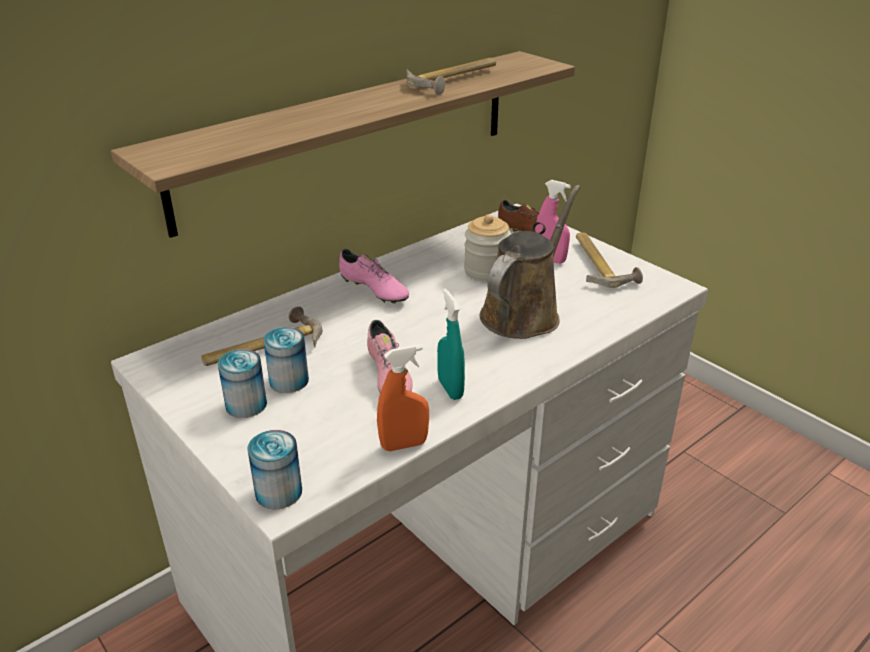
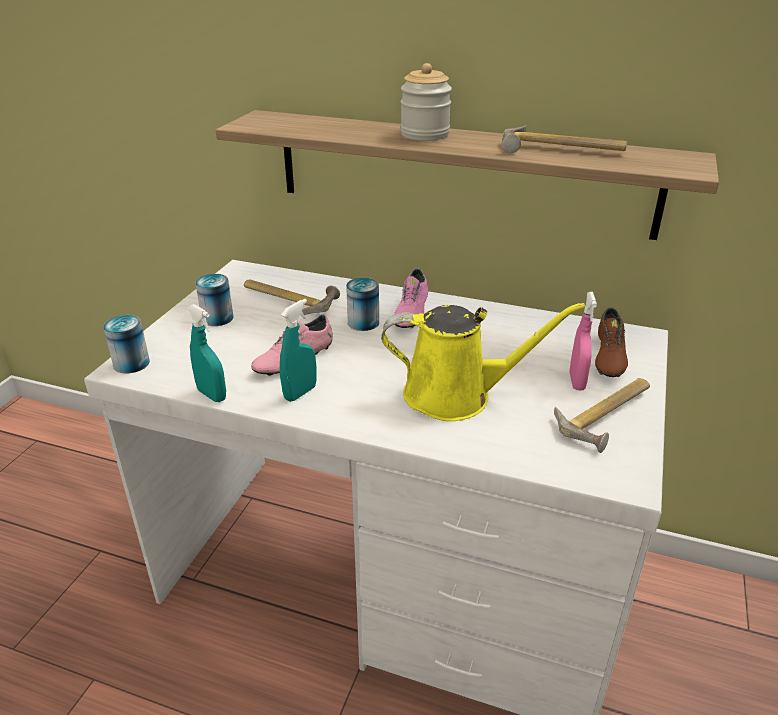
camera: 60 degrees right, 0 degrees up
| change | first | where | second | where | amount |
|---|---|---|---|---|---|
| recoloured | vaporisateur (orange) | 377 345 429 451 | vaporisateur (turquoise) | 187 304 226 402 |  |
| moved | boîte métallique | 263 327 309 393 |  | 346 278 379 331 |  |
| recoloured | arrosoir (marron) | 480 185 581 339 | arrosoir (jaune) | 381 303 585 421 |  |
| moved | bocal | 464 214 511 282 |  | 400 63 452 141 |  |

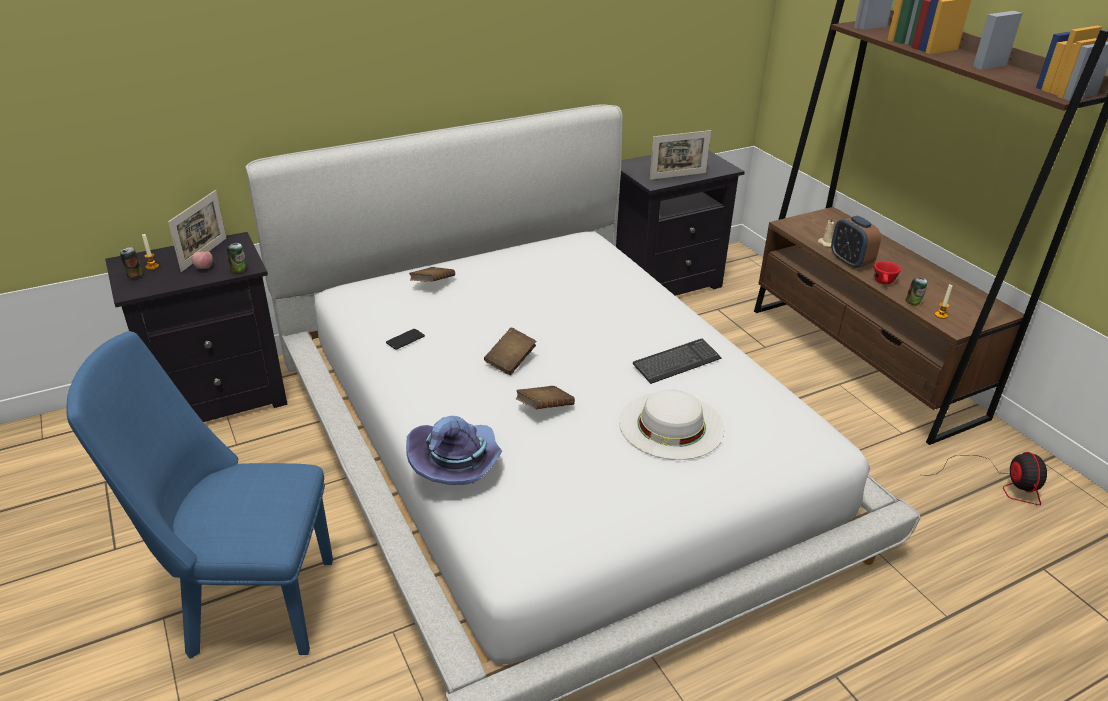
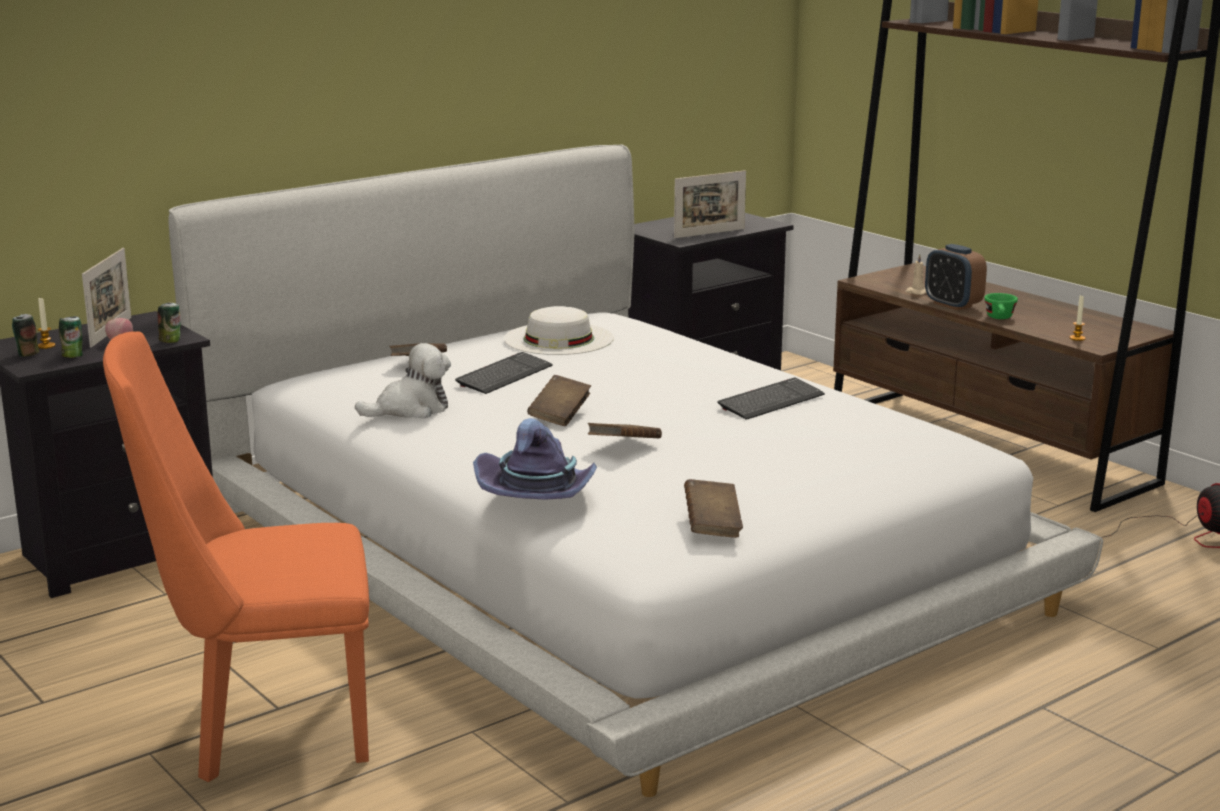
camera: 10 degrees left, 15 degrees down
| change | first | where | second | where | amount |
|---|---|---|---|---|---|
| moved | boîte métallique | 906 277 928 306 |  | 59 316 83 358 |  |
| recoloured | chaise (bleu) | 66 331 333 659 | chaise (orange) | 103 331 369 782 |  |
| replaced | téléphone | 386 329 425 349 | peluche | 355 343 451 419 |  |
| added |  |  | clavier | 455 352 553 394 |  |
| moved | chapeau (blanc) | 619 390 725 460 |  | 504 306 614 355 |  |
| added |  |  | livre (marron) | 684 479 743 538 |  |
| recoloured | tasse (rouge) | 874 261 901 284 | tasse (vert) | 984 293 1018 319 |  |

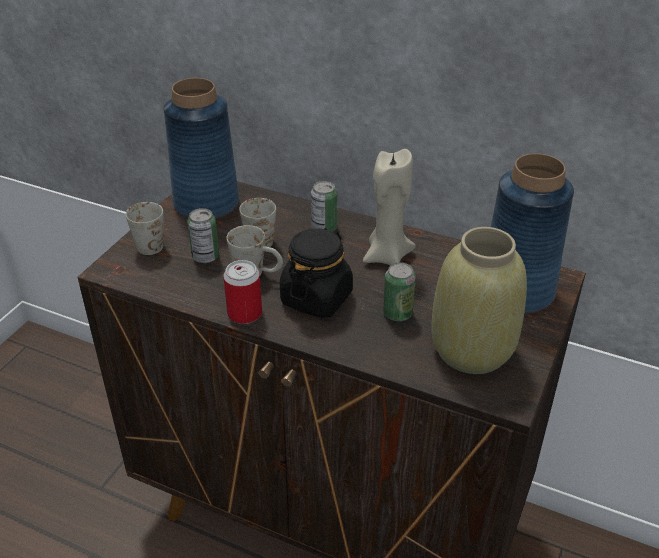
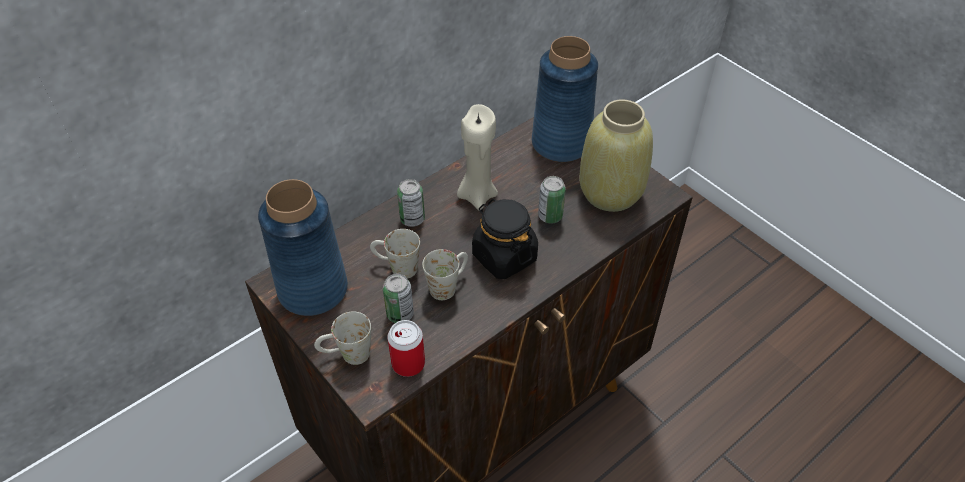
camera: 65 degrees left, 10 degrees up
| change | first | where | second | where | amount |
|---|---|---|---|---|---|
| moved | boîte métallique | 224 260 262 324 |  | 388 320 425 377 |  |

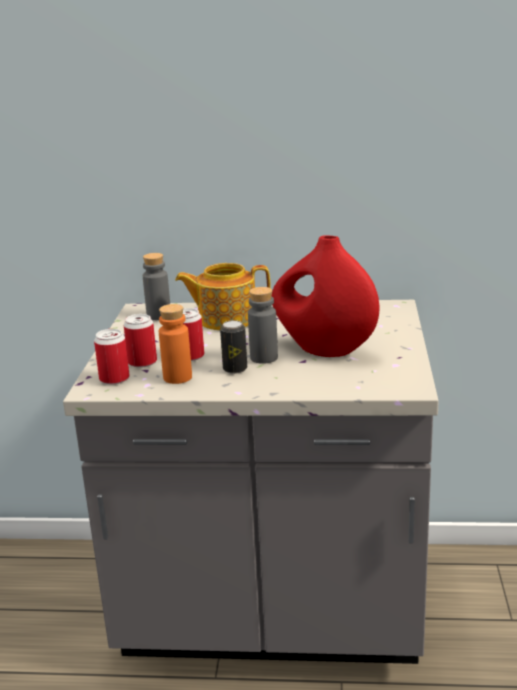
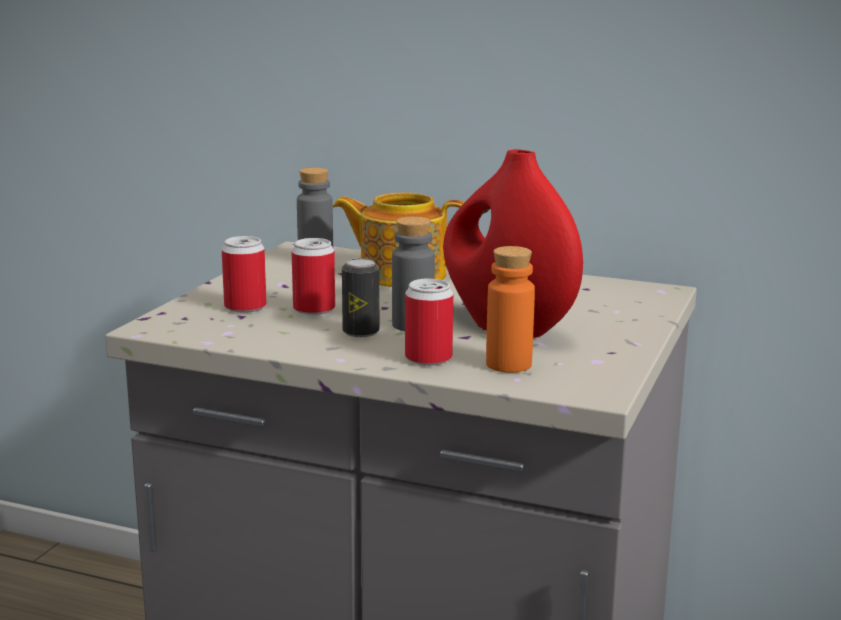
camera: 15 degrees right, 5 degrees down
| change | first | where | second | where | amount |
|---|---|---|---|---|---|
| moved | boîte métallique | 94 329 130 385 |  | 405 278 453 365 |  |
| moved | bouteille (orange) | 159 304 192 384 |  | 486 246 535 373 |  |

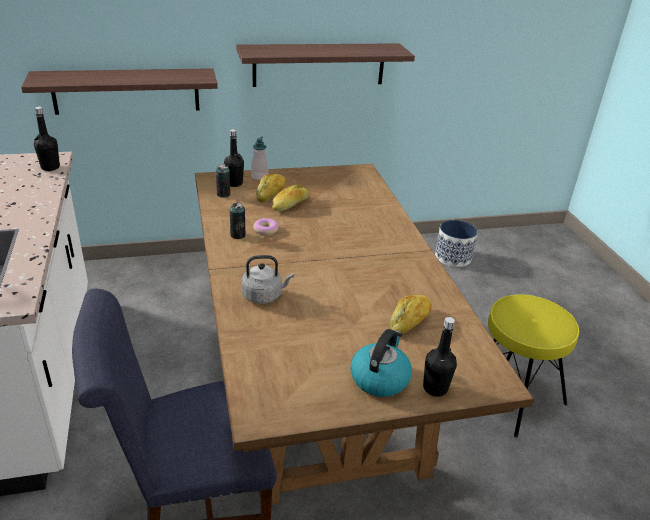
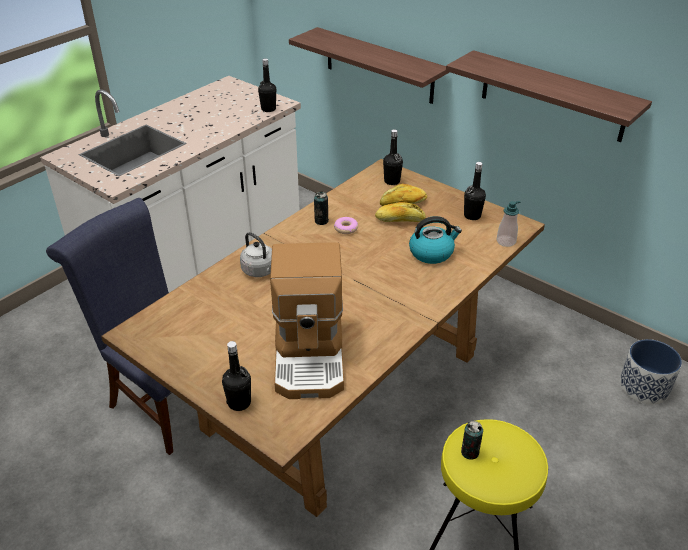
camera: 55 degrees right, 5 degrees up
| change | first | where | second | where | amount |
|---|---|---|---|---|---|
| replaced | pain | 390 295 432 335 | machine à café | 270 242 344 399 |  |
| moved | bouilloire | 350 329 412 397 |  | 409 216 462 264 |  |
| moved | boîte métallique | 216 165 230 198 |  | 461 421 483 460 |  |
| added |  |  | bouteille (noir) | 464 162 486 220 |  |
| moved | distributeur de savon | 251 136 268 180 |  | 497 201 520 247 |  |

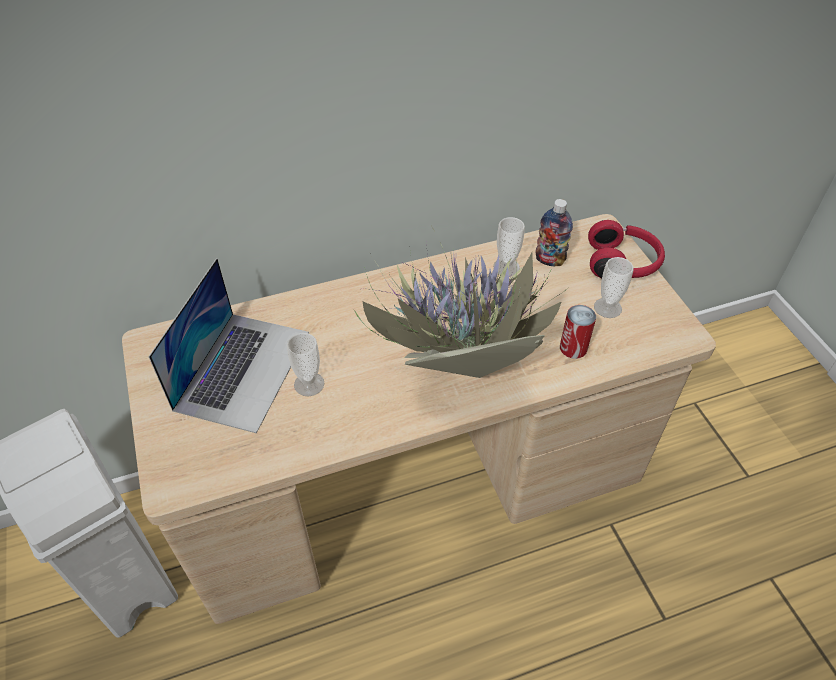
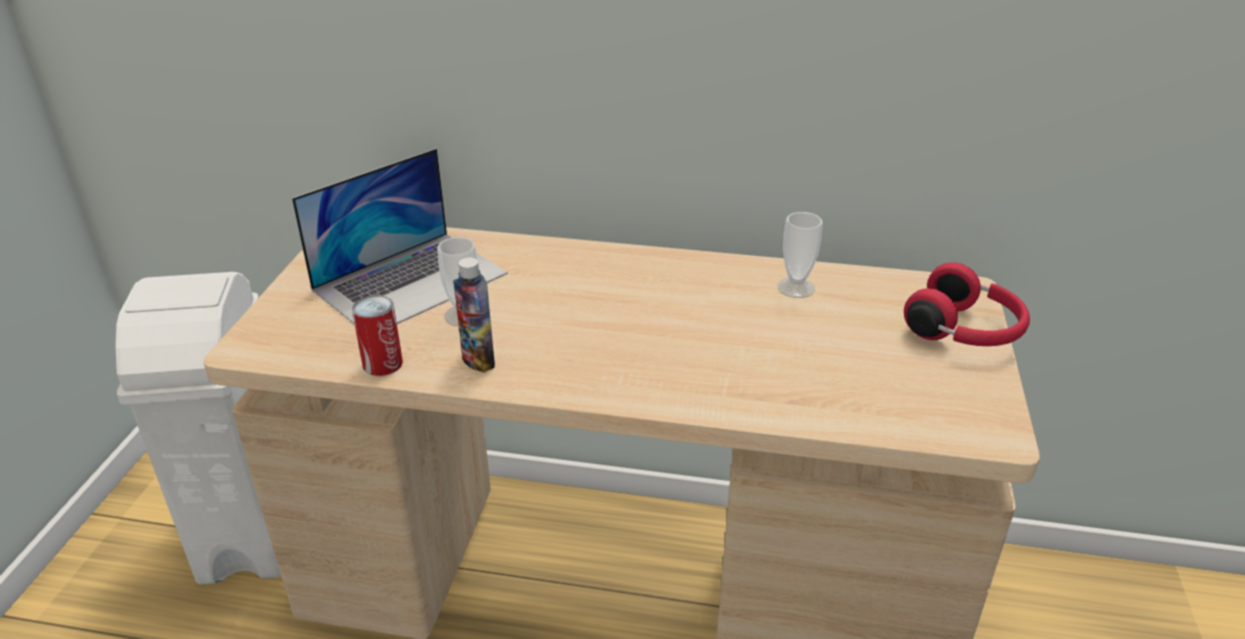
camera: 30 degrees right, 15 degrees down
| change | first | where | second | where | amount |
|---|---|---|---|---|---|
| moved | boîte métallique | 560 305 596 359 |  | 352 295 403 376 |  |
| moved | bouteille | 536 199 573 266 |  | 453 258 495 372 |  |
| removed | plante en pot | 354 224 568 378 |  |  |  |
| removed | tasse | 594 257 634 318 |  |  |  |

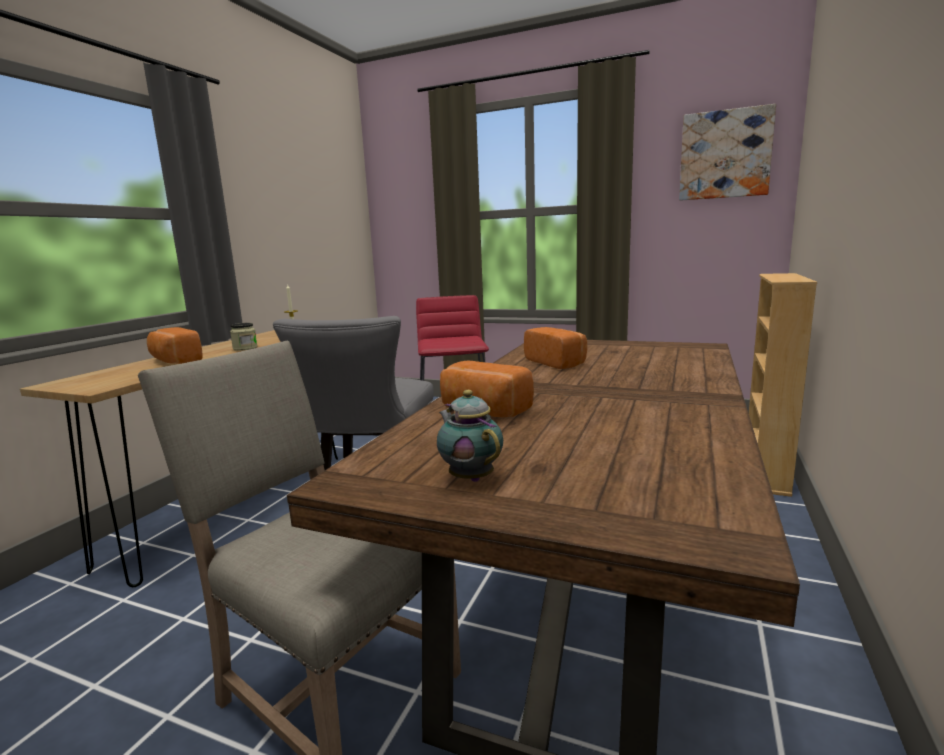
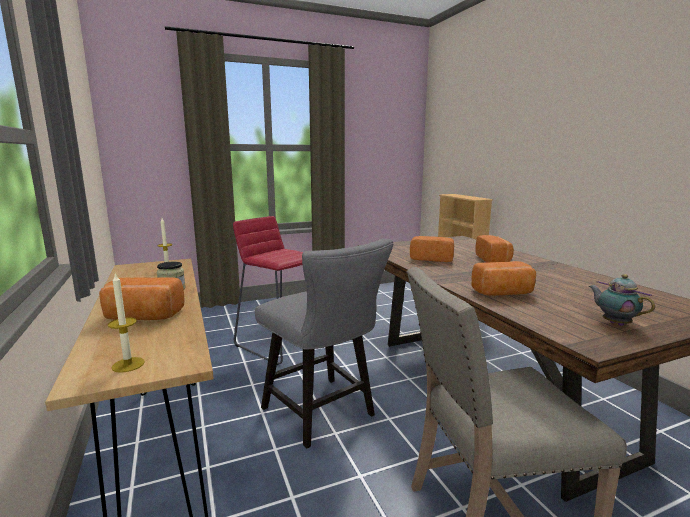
camera: 45 degrees left, 0 degrees up
| change | first | where | second | where | amount |
|---|---|---|---|---|---|
| added |  |  | bougie | 108 273 145 373 |  |
| added |  |  | pain | 476 235 514 263 |  |
| turned | théière | 437 390 503 482 |  | 589 274 655 326 | 45 degrees clockwise |
| removed | tableau | 679 104 776 201 |  |  |  |

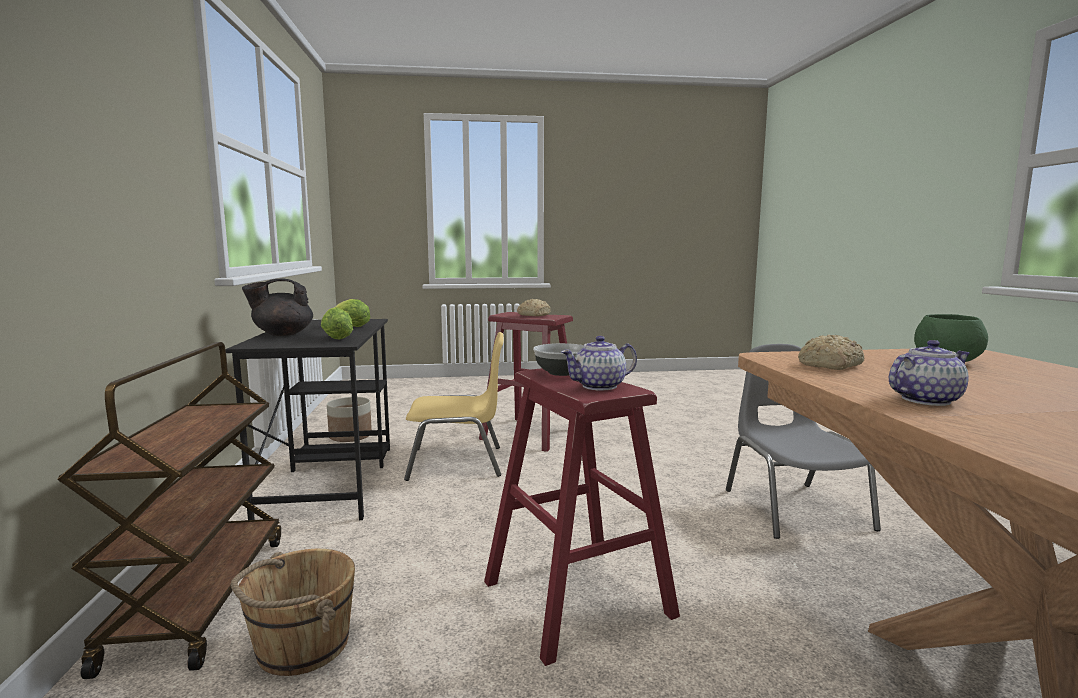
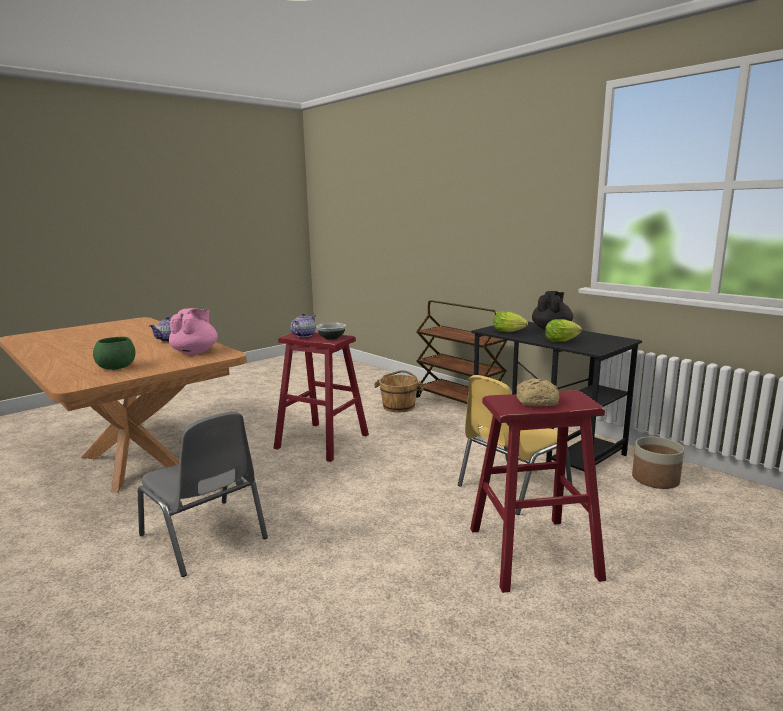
camera: 145 degrees right, 5 degrees up
| change | first | where | second | where | amount |
|---|---|---|---|---|---|
| replaced | pain | 798 335 864 370 | théière (rose) | 169 308 218 355 |  |

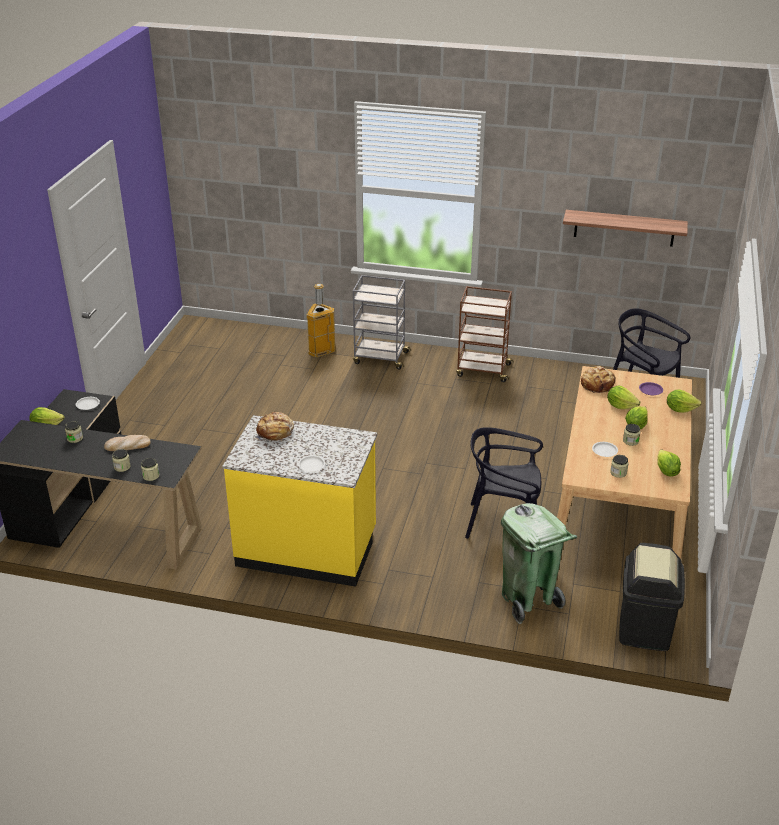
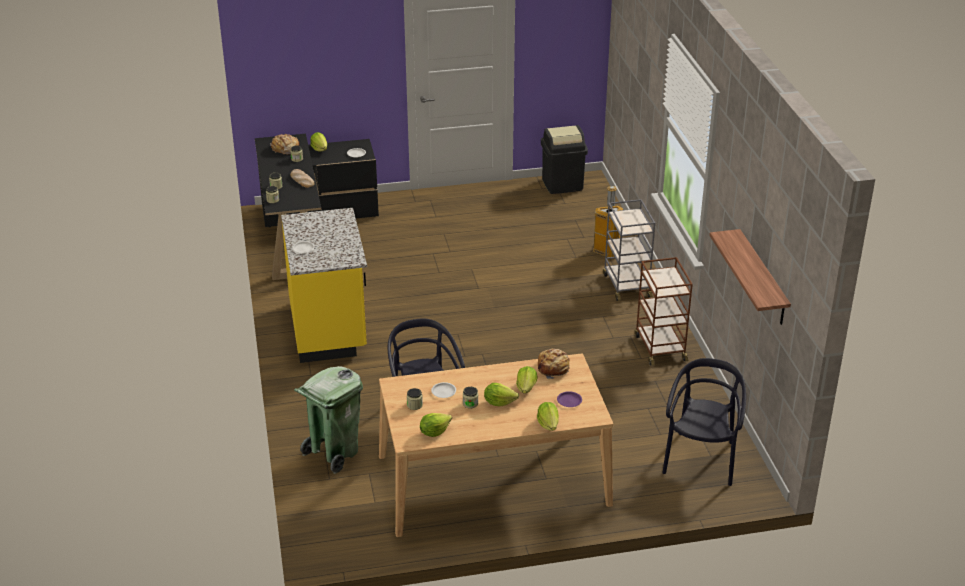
camera: 65 degrees right, 0 degrees up
| change | first | where | second | where | amount |
|---|---|---|---|---|---|
| moved | pain | 255 412 294 441 |  | 270 134 299 154 |  |
| moved | poubelle (noir) | 619 543 685 651 |  | 541 125 588 194 |  |

